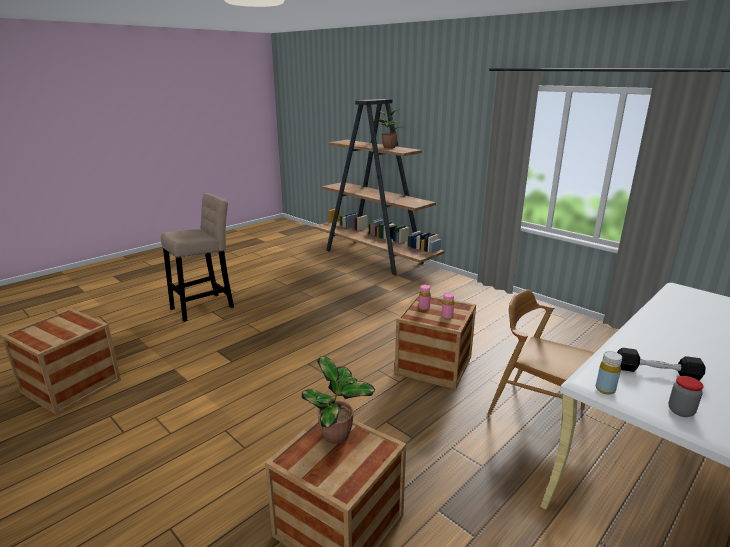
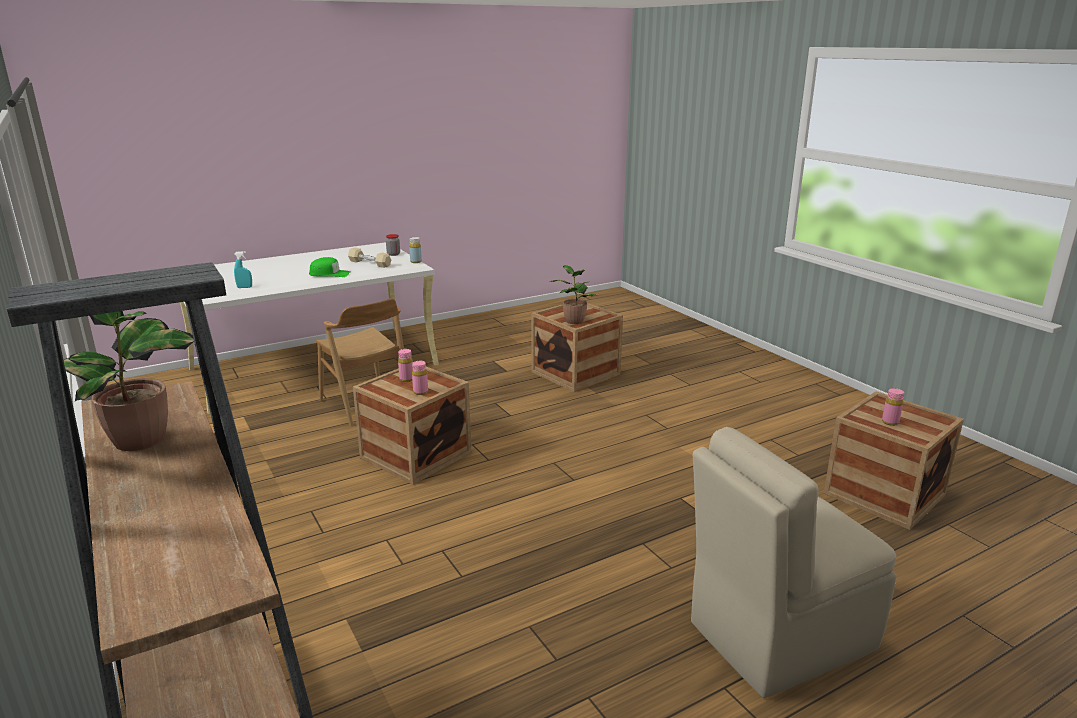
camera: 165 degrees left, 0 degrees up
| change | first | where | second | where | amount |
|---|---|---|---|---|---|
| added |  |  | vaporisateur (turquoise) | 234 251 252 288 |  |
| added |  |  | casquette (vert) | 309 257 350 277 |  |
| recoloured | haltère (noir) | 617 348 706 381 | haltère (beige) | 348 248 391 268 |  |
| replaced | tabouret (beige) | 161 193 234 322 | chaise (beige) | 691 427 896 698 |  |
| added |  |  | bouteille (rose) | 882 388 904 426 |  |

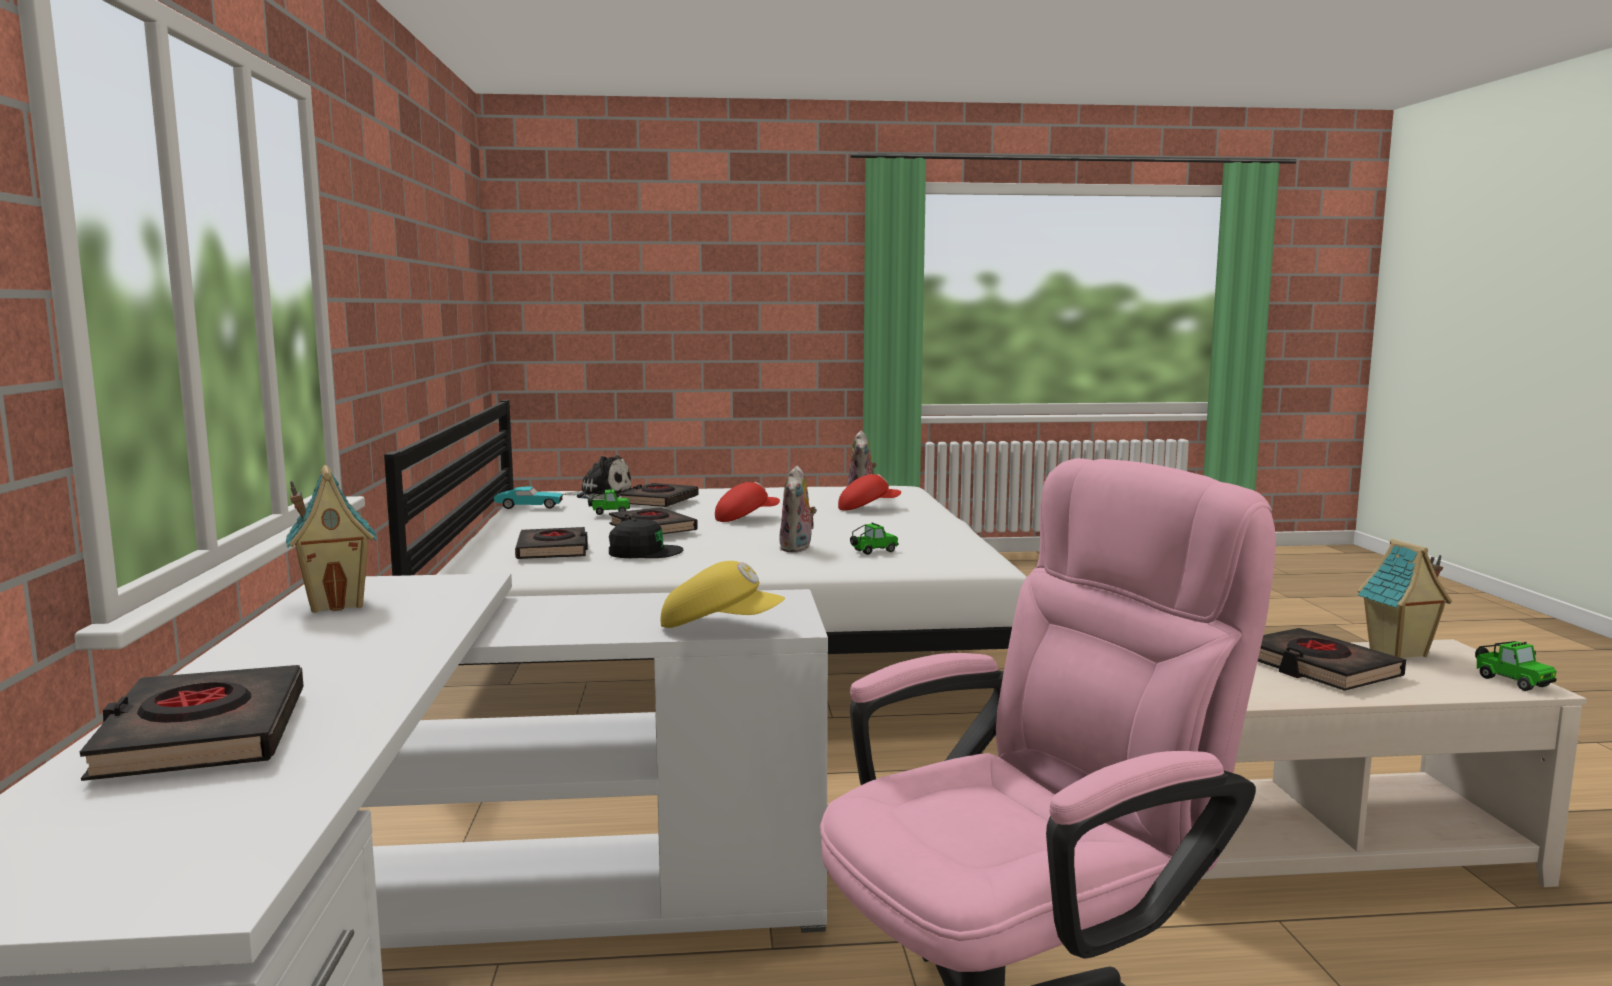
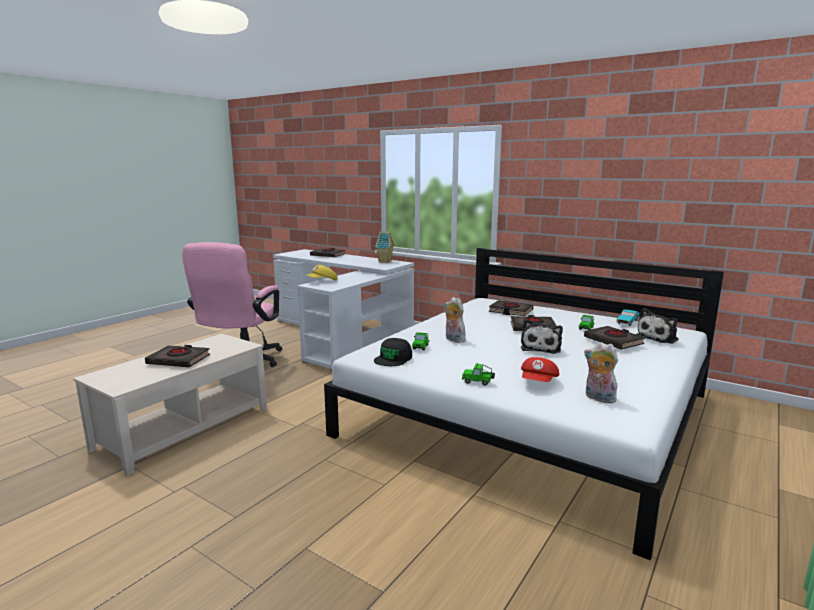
camera: 130 degrees right, 5 degrees up
| change | first | where | second | where | amount |
|---|---|---|---|---|---|
| moved | casquette (noir) | 609 519 683 558 |  | 374 338 412 366 |  |
| moved | petite voiture | 1475 641 1557 691 |  | 462 364 495 386 |  |
| replaced | casquette (rouge) | 715 482 780 522 | peluche | 521 319 563 354 |  |
| removed | maison miniature | 1358 538 1452 658 |  |  |  |

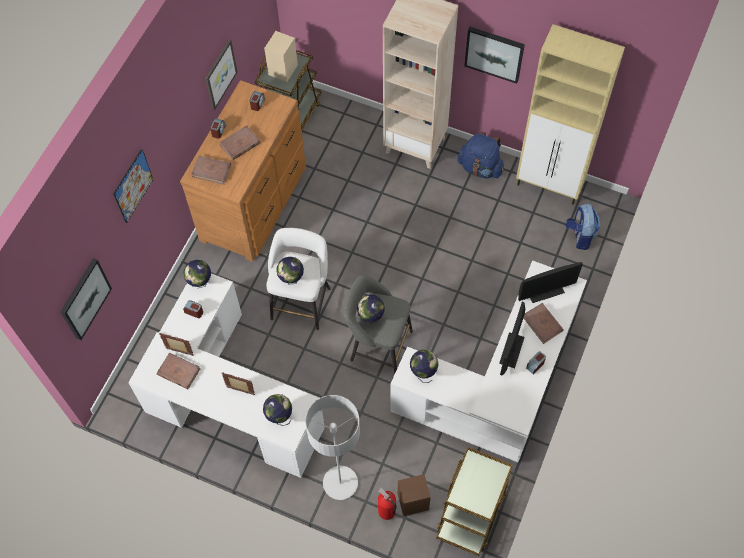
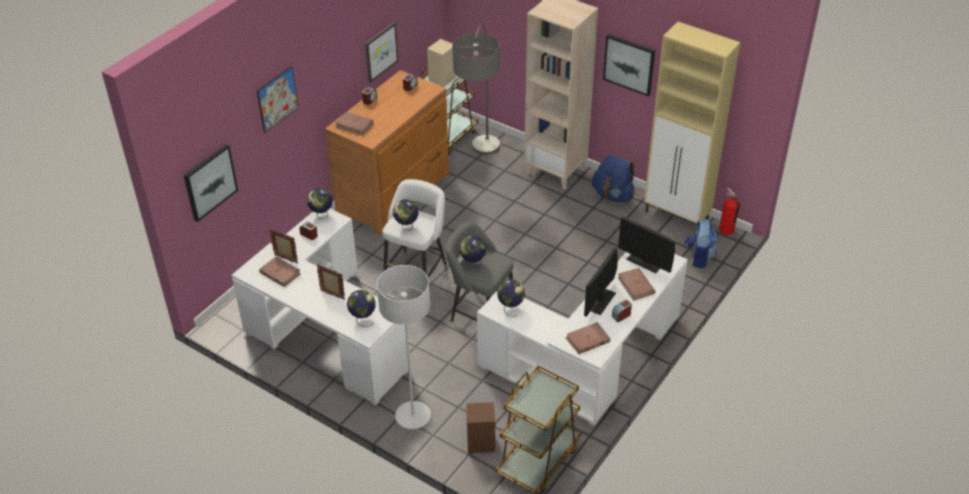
camera: 10 degrees right, 20 degrees down
| change | first | where | second | where | amount |
|---|---|---|---|---|---|
| added |  |  | lampadaire | 452 25 500 155 |  |
| moved | livre (marron) | 220 125 261 160 |  | 565 322 610 354 |  |
| turned | écran d'ordinateur | 518 262 583 303 |  | 618 217 675 274 | 45 degrees clockwise |
| moved | extincteur | 378 488 397 520 |  | 719 188 740 235 |  |

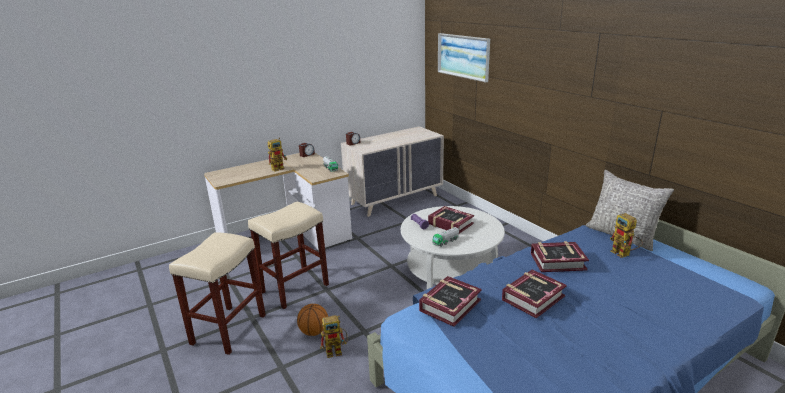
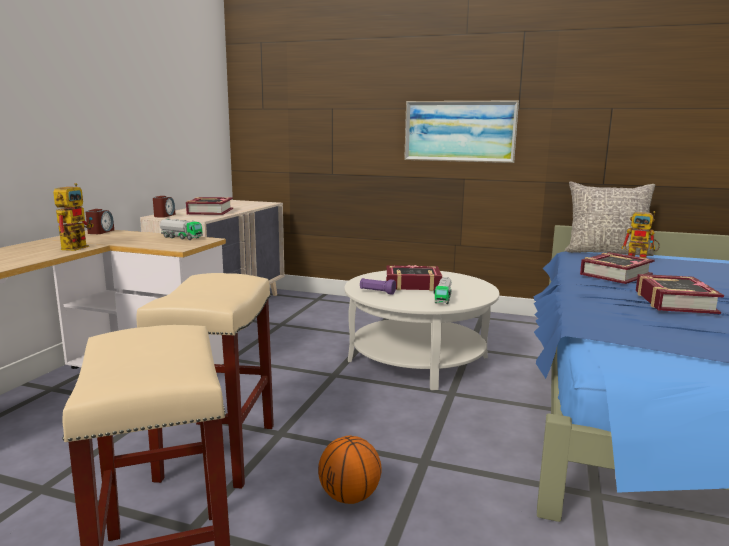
camera: 40 degrees left, 10 degrees down
| change | first | where | second | where | amount |
|---|---|---|---|---|---|
| moved | livre | 419 276 482 327 |  | 186 197 233 215 |  |
| moved | tableau | 438 33 490 83 |  | 404 100 519 163 |  |
| removed | robot jouet | 320 315 348 358 |  |  |  |

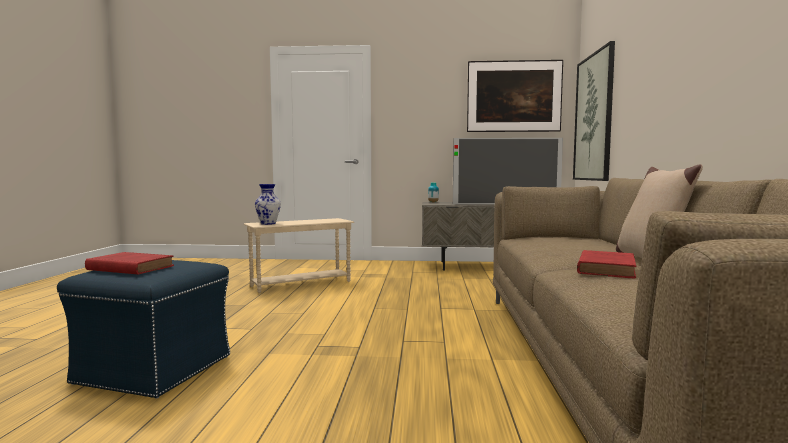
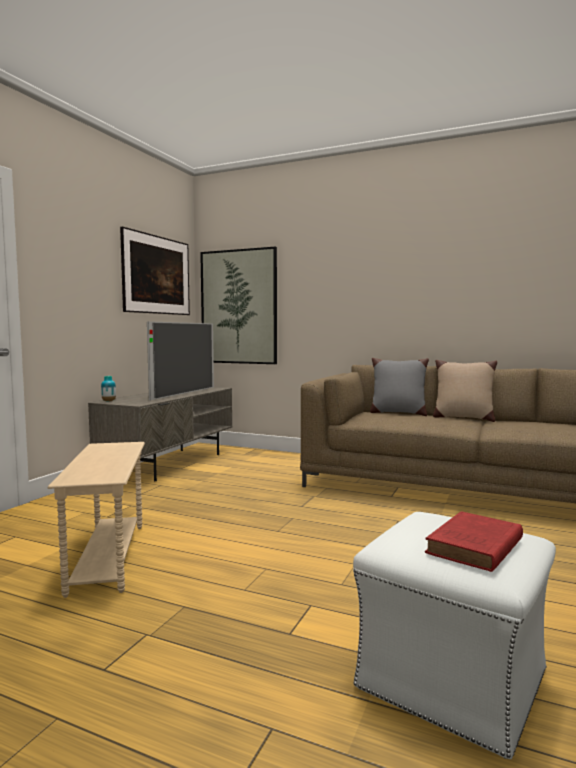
camera: 70 degrees left, 0 degrees up
| change | first | where | second | where | amount |
|---|---|---|---|---|---|
| recoloured | pouf (bleu) | 57 260 230 399 | pouf (blanc) | 353 512 556 759 |  |
| added |  |  | coussin (gris) | 370 358 429 416 |  |
| removed | vase | 255 184 281 225 |  |  |  |
| removed | livre (rouge) | 577 250 636 278 |  |  |  |

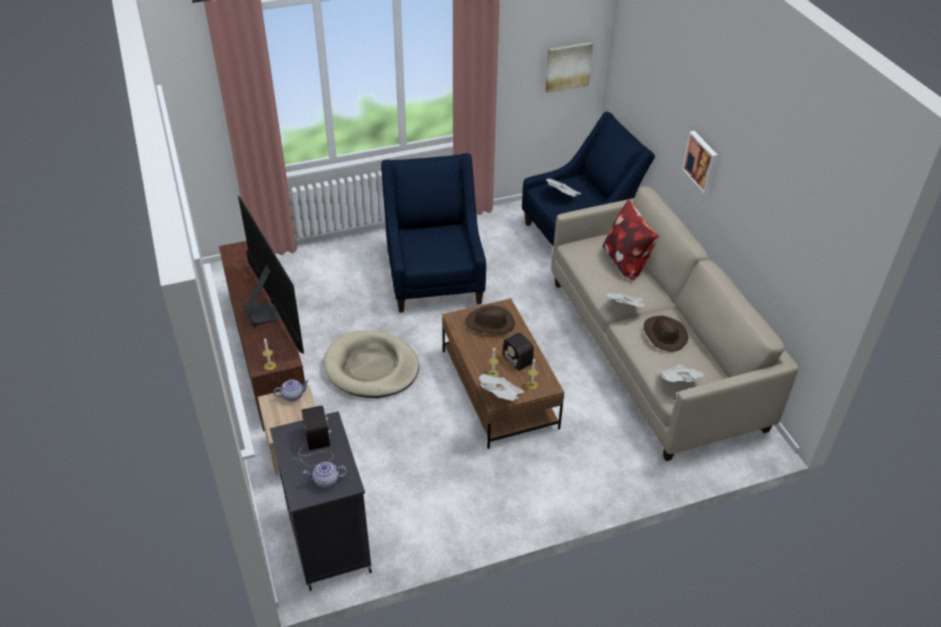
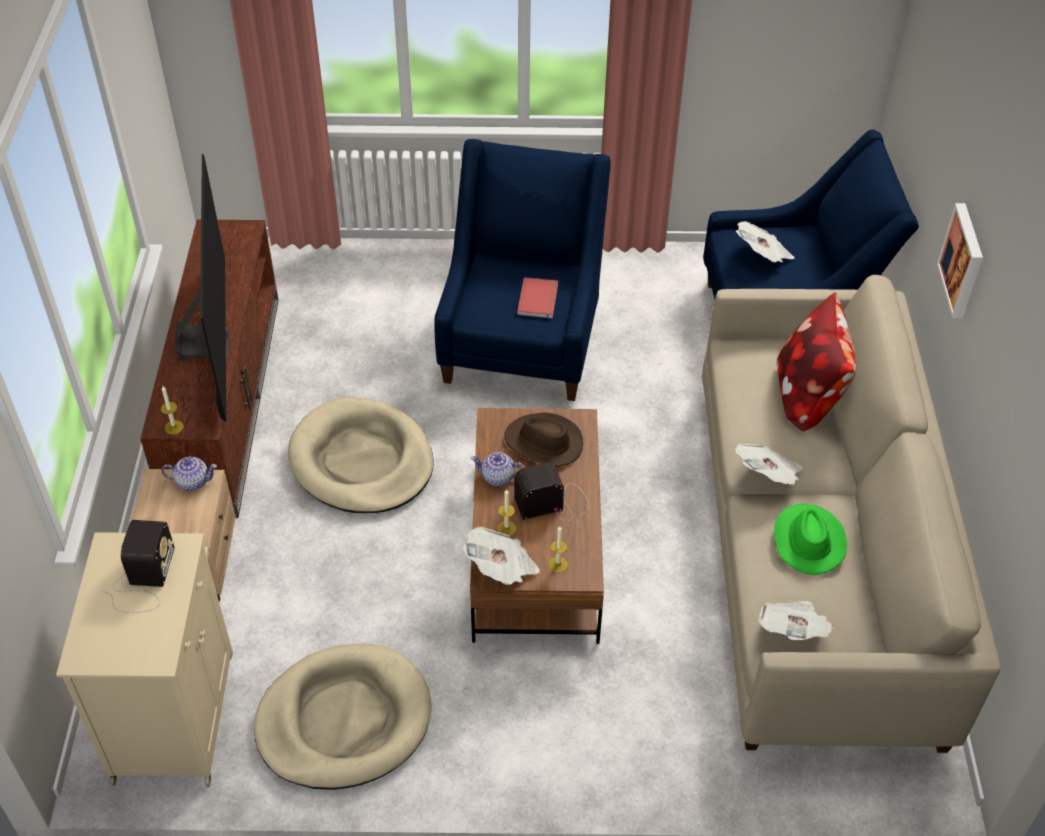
camera: 20 degrees right, 5 degrees up
| change | first | where | second | where | amount |
|---|---|---|---|---|---|
| recoloured | meuble de rangement (noir) | 270 411 372 591 | meuble de rangement (beige) | 56 532 233 787 |  |
| added |  |  | panier pour chien (beige) | 254 644 431 790 |  |
| moved | théière | 303 462 347 489 |  | 471 452 525 486 |  |
| turned | radio | 495 332 534 371 |  | 514 463 589 524 | 90 degrees clockwise |
| added |  |  | livre (rouge) | 517 277 558 318 |  |
| recoloured | chapeau (marron) | 644 316 689 352 | chapeau (vert) | 774 504 847 575 |  |
| removed | tableau | 545 42 593 93 |  |  |  |

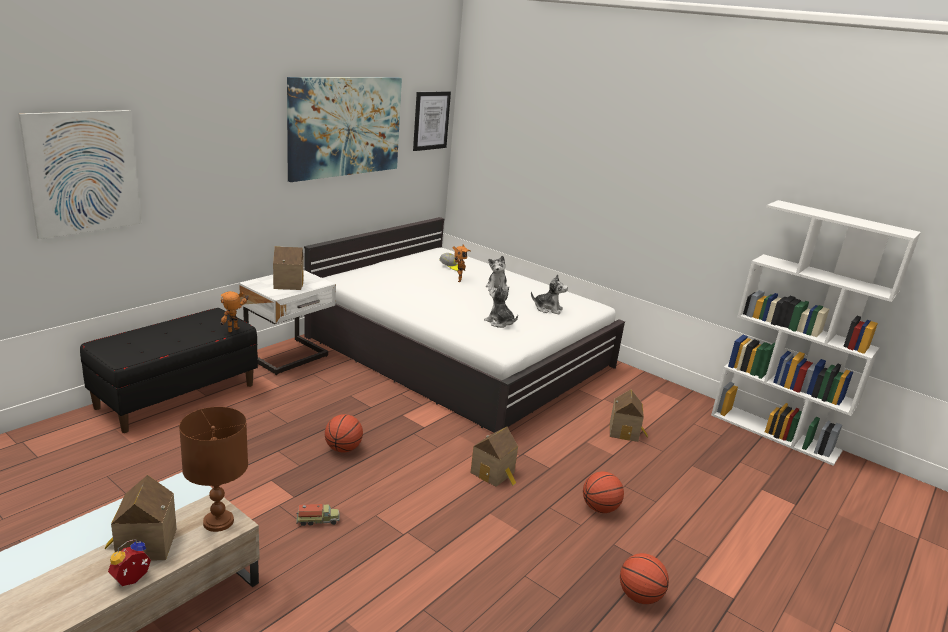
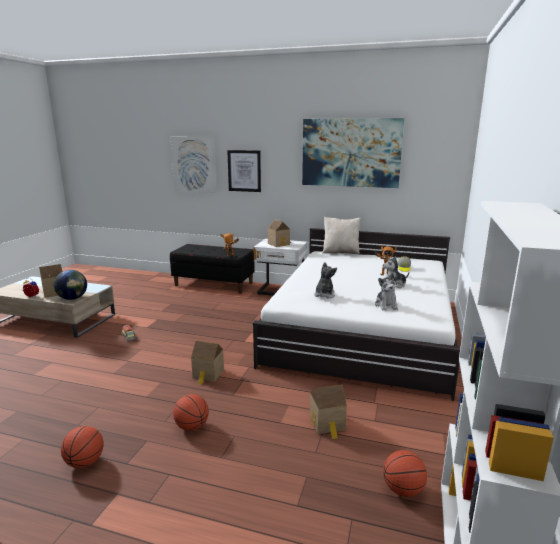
camera: 70 degrees right, 5 degrees down
| change | first | where | second | where | amount |
|---|---|---|---|---|---|
| replaced | lampe de table (marron) | 179 407 248 532 | globe | 54 270 87 300 |  |
| moved | tableau | 413 91 451 151 |  | 227 150 261 192 |  |
| added |  |  | coussin (beige) | 322 217 361 255 |  |
| moved | ballon de basket | 325 414 363 453 |  | 383 450 427 497 |  |

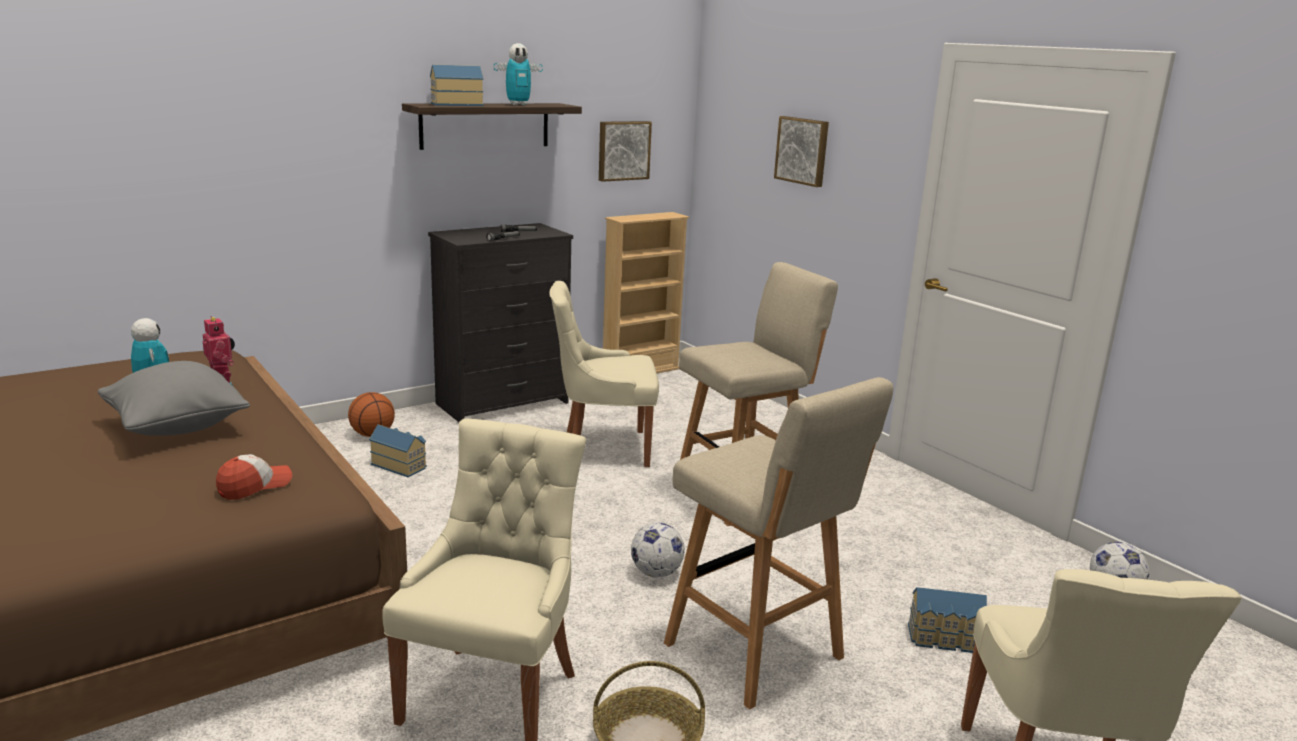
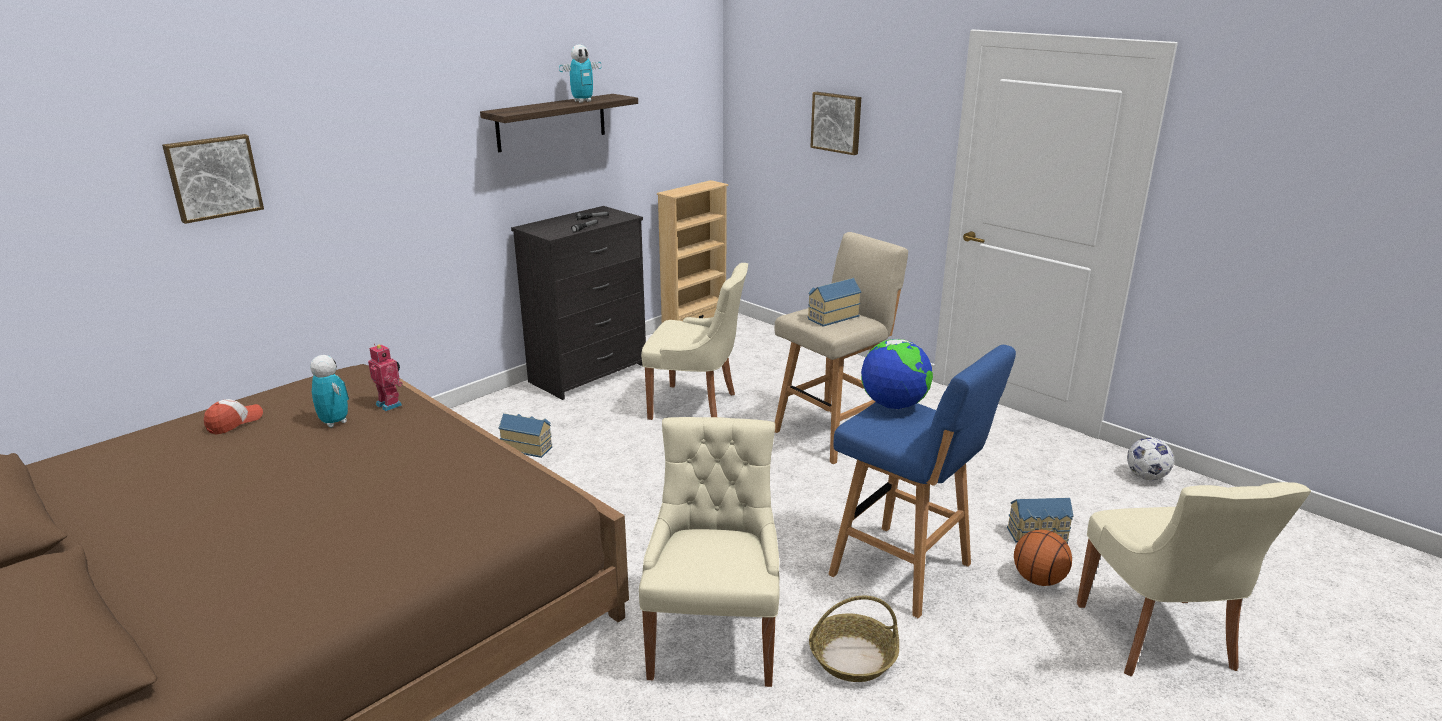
camera: 10 degrees left, 5 degrees up
| change | first | where | second | where | amount |
|---|---|---|---|---|---|
| moved | tableau | 599 121 652 182 |  | 162 134 264 224 |  |
| moved | casquette | 216 454 292 500 |  | 204 399 263 435 |  |
| turned | chaise (beige) | 550 281 659 467 |  | 641 263 748 420 | 150 degrees counterclockwise |
| moved | maison miniature | 430 64 484 106 |  | 807 278 861 327 |  |
| recoloured | tabouret (beige) | 664 377 894 709 | tabouret (bleu) | 828 345 1016 618 |  |
| added |  |  | globe | 861 339 933 409 |  |
| moved | ballon de basket | 348 392 395 437 |  | 1014 530 1072 586 |  |
| removed | coussin (gris) | 98 361 250 436 |  |  |  |
| removed | ballon de foot | 631 523 685 578 |  |  |  |

